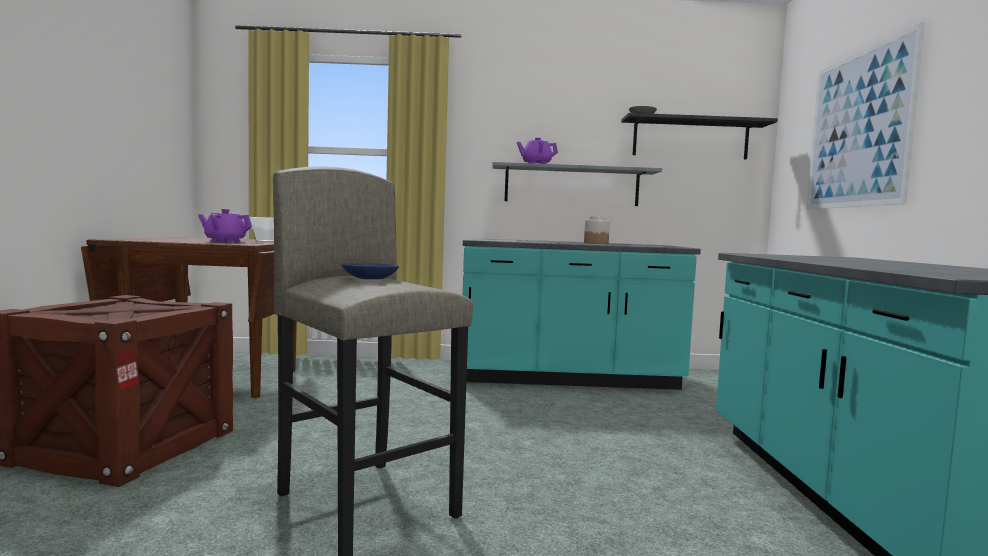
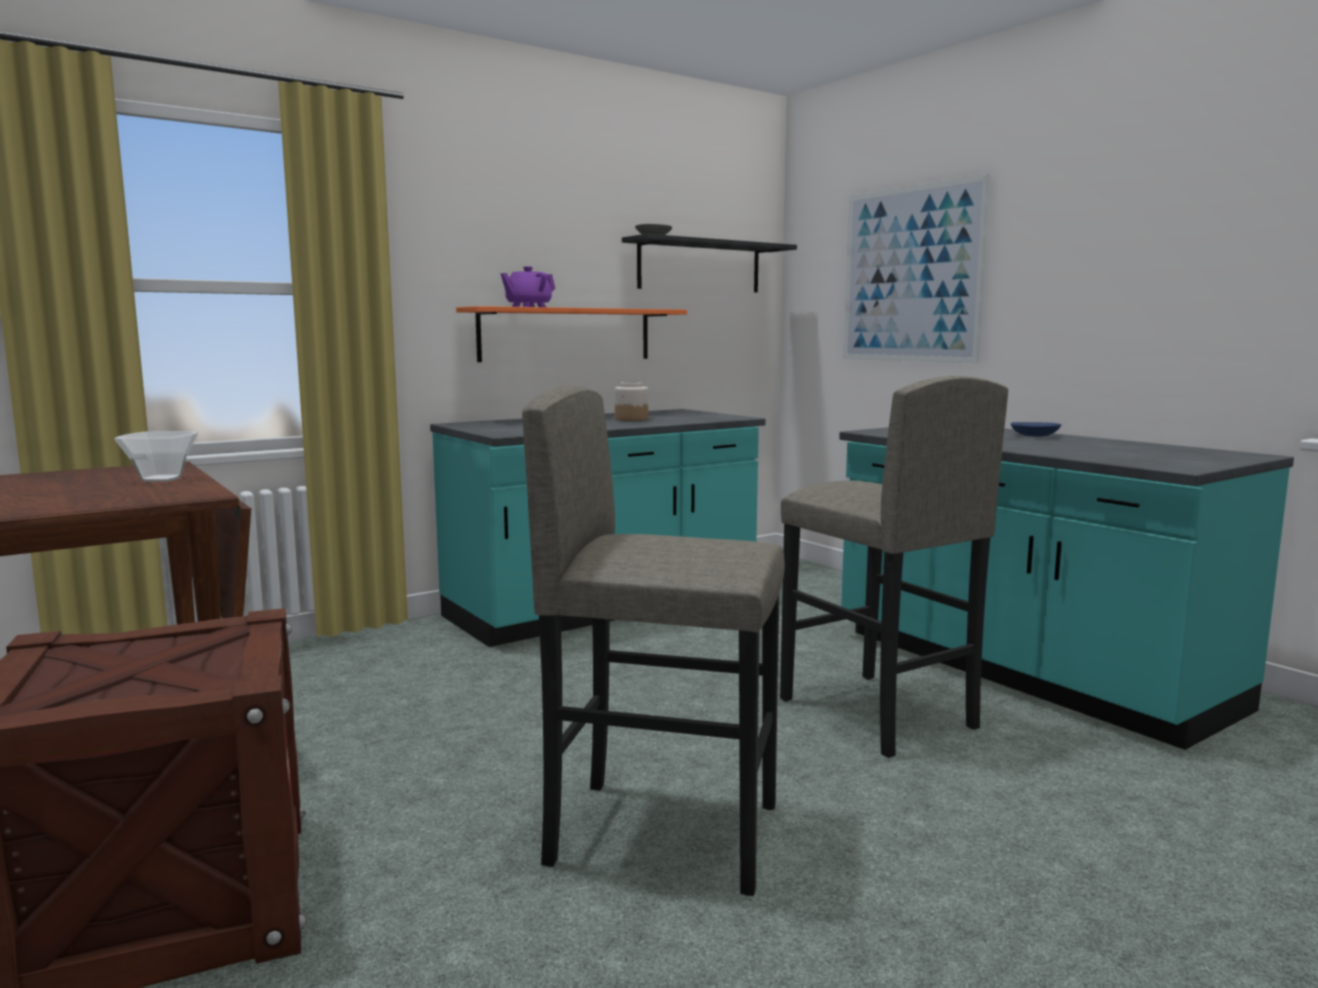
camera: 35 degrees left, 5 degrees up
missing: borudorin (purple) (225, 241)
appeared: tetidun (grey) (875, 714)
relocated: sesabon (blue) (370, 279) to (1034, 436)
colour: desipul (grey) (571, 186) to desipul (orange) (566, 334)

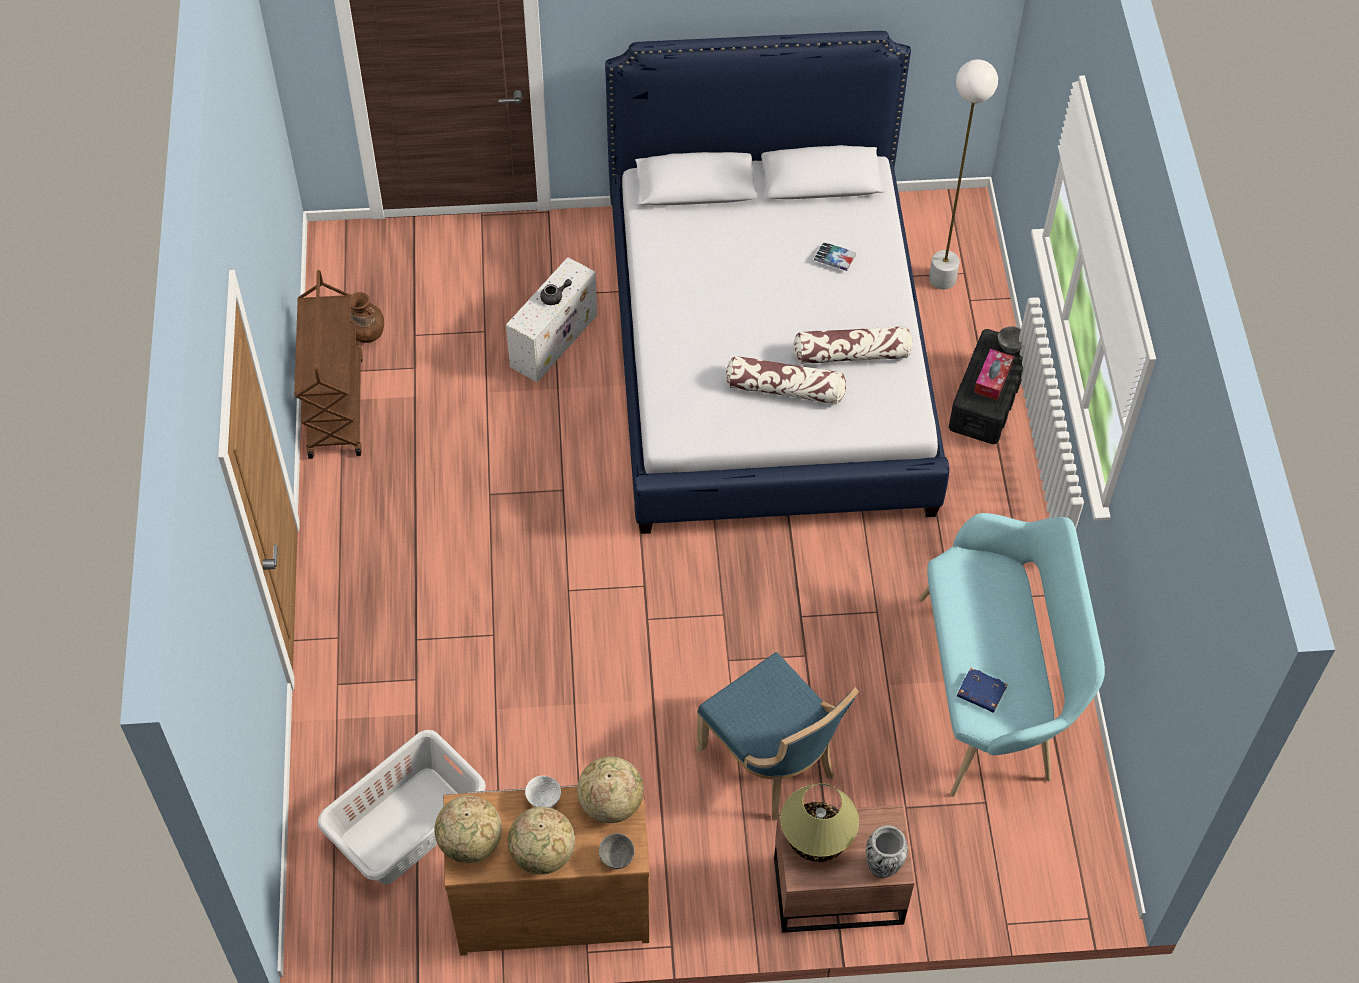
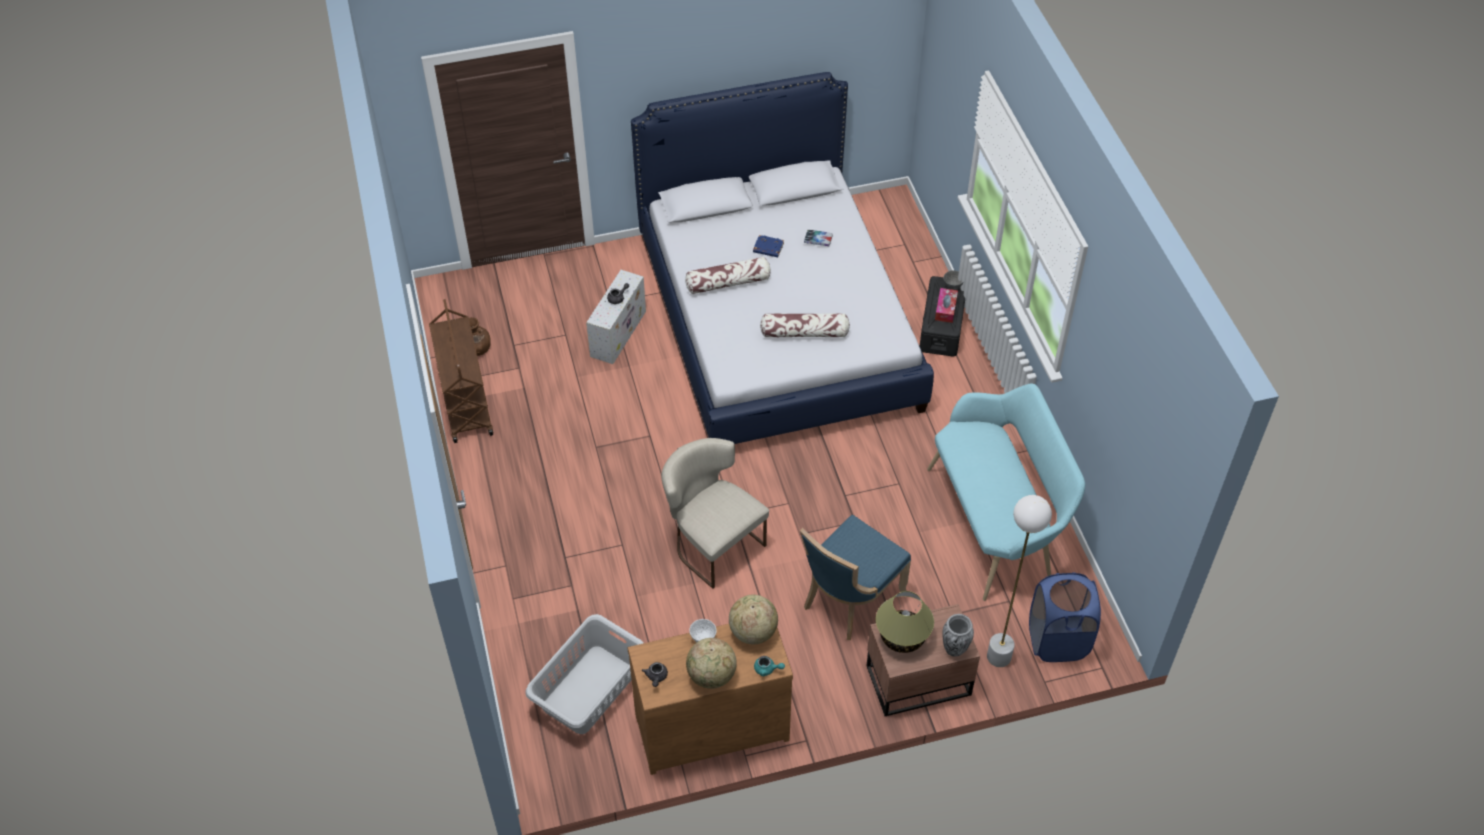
camera: 10 degrees left, 5 degrees down
appeared: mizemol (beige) (712, 543); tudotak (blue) (1057, 640)
relocated: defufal (852, 354) to (728, 283); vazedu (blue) (980, 692) to (768, 248); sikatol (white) (942, 279) to (999, 656)
exchanged: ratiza (470, 843) to borudorin (grey) (656, 677); sesabon (grey) (617, 859) to borudorin (turquoise) (767, 669)
spun: mizemol (blue) (772, 763) = (849, 600) 90 degrees clockwise

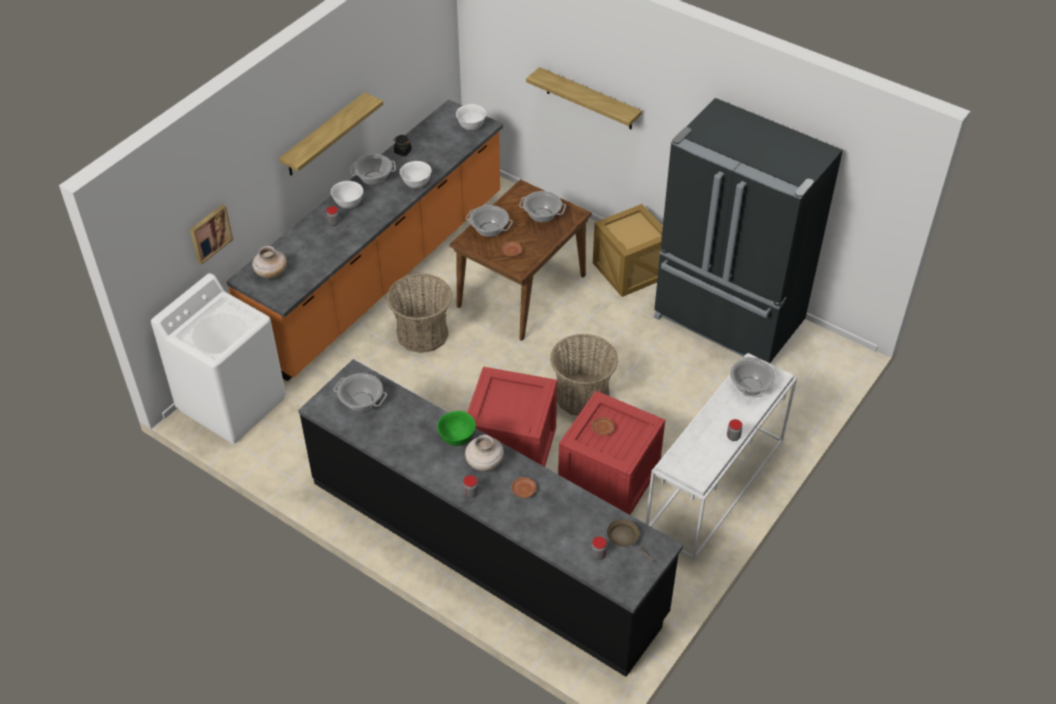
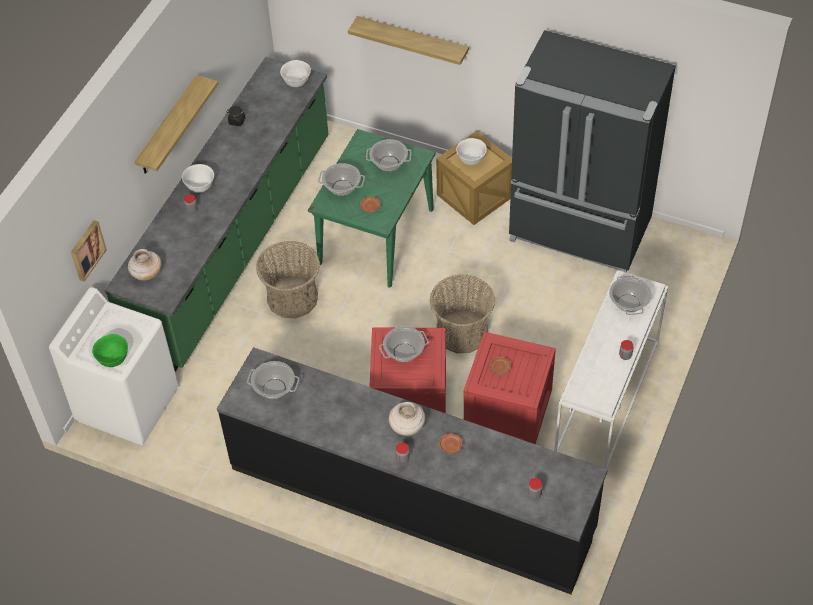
camera: 10 degrees left, 5 degrees up
missing: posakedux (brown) (625, 538)
relocated: sesabon (green) (457, 438) to (113, 359); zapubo (373, 178) to (404, 352); sesabon (white) (416, 184) to (471, 160)
colour: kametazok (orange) (381, 273) to kametazok (green) (234, 243); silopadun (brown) (521, 291) to silopadun (green) (376, 236)

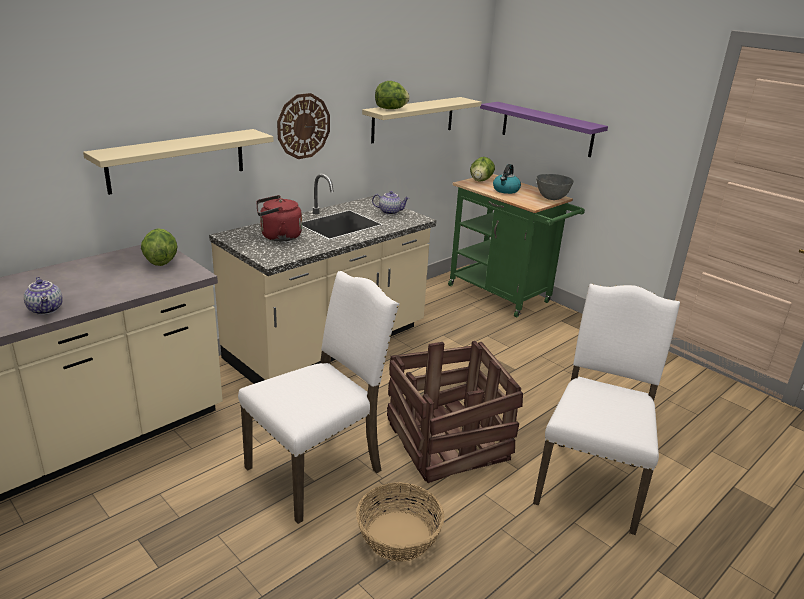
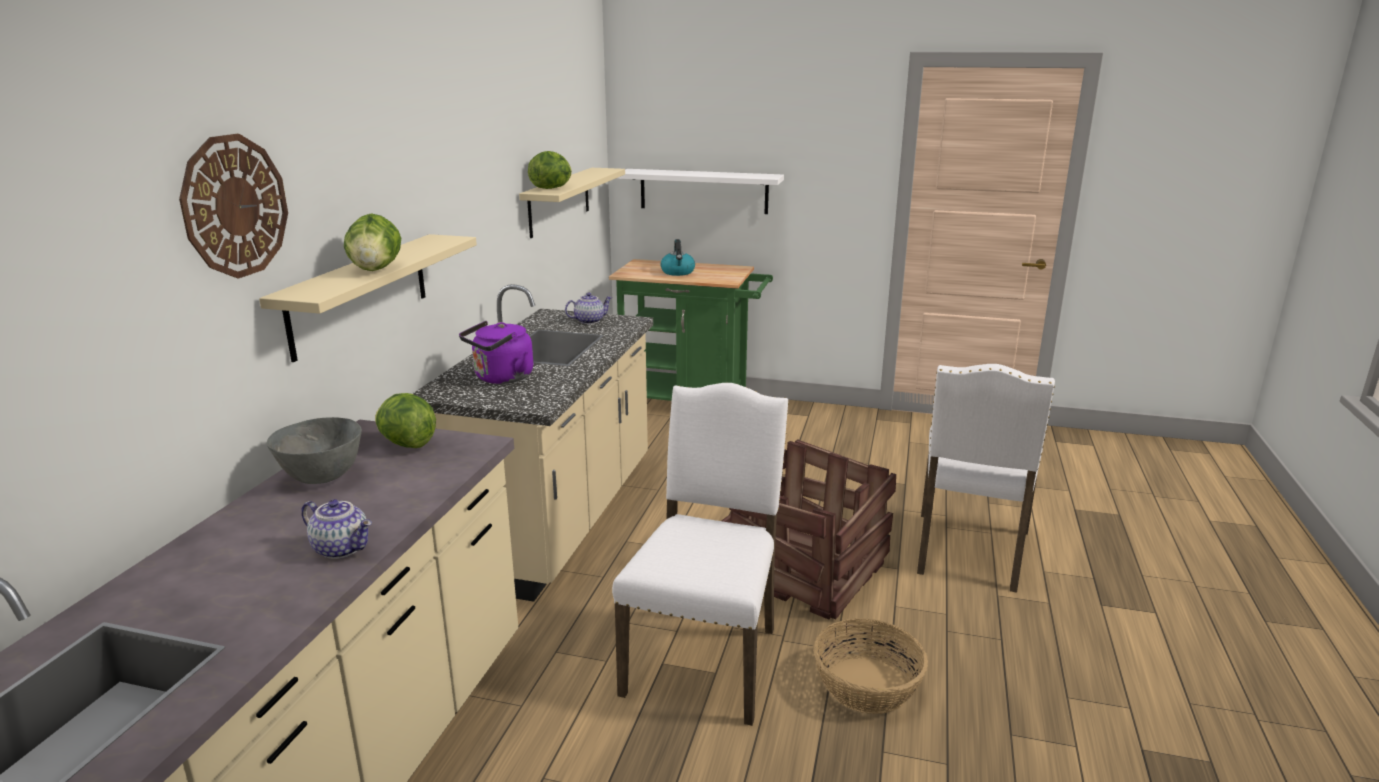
camera: 30 degrees left, 5 degrees down
relocated: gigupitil (303, 126) to (235, 206); sesabon (grey) (552, 198) to (322, 477); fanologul (480, 181) to (376, 269)
colour: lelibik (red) (278, 237) to lelibik (purple) (501, 378); desipul (purple) (547, 129) to desipul (white) (703, 191)
spun: mizemol (white) (590, 481) = (969, 553) 150 degrees counterclockwise

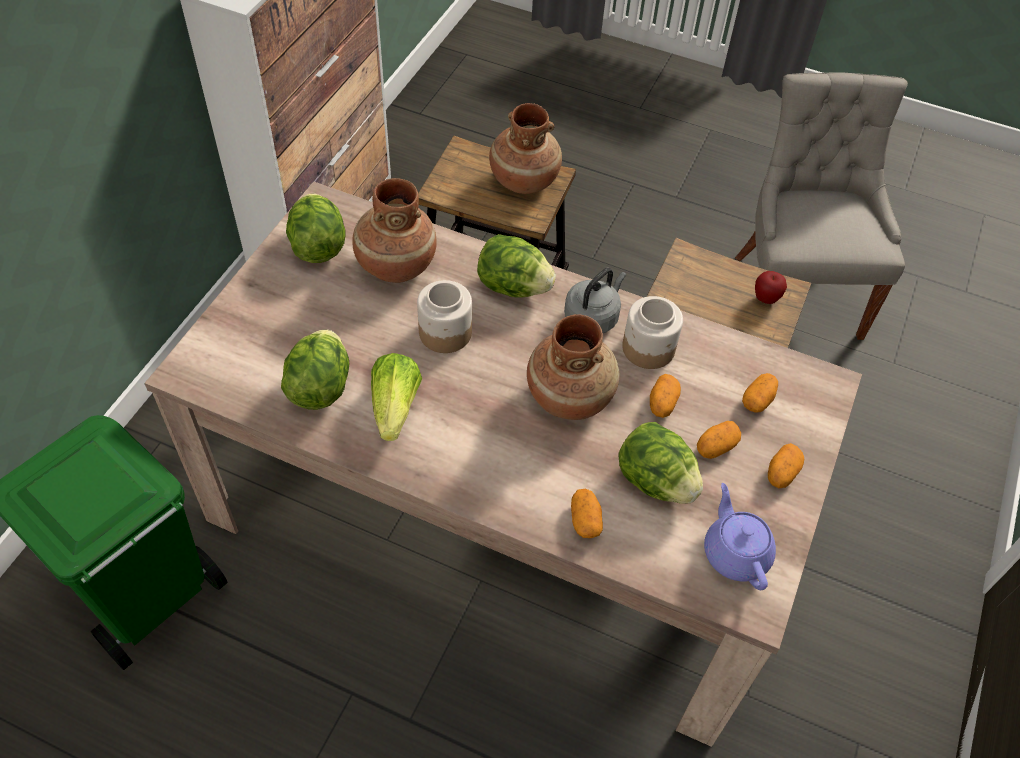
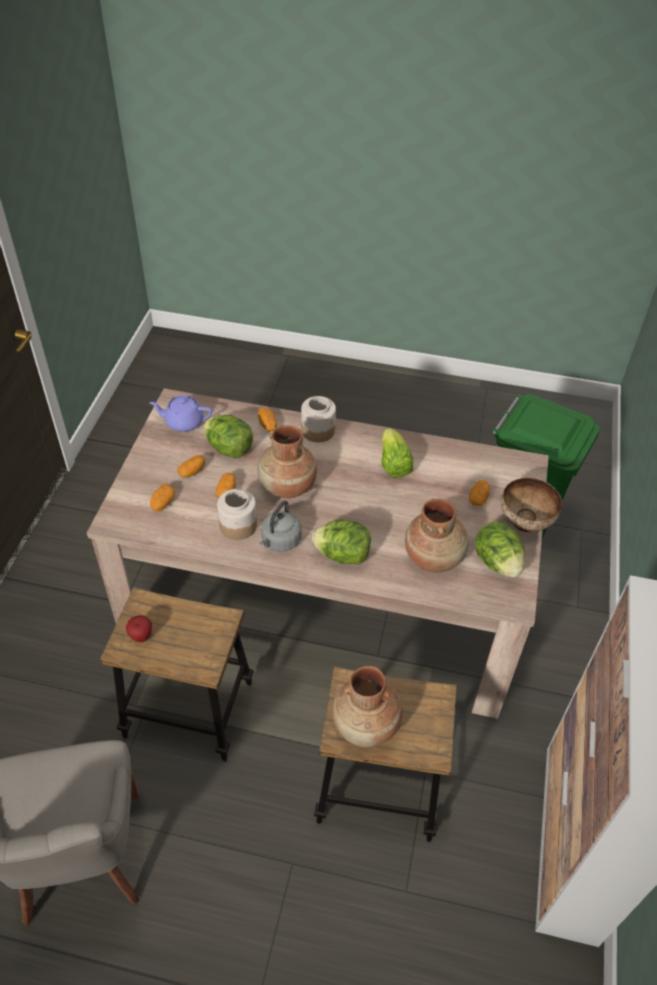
camera: 170 degrees right, 5 degrees down
missing: fanologul (320, 387)
appeared: sesabon (525, 523)
relocated: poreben (444, 332) to (318, 430); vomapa (781, 473) to (478, 498)
spun: borudorin (purple) (735, 552) = (183, 422) 120 degrees clockwise

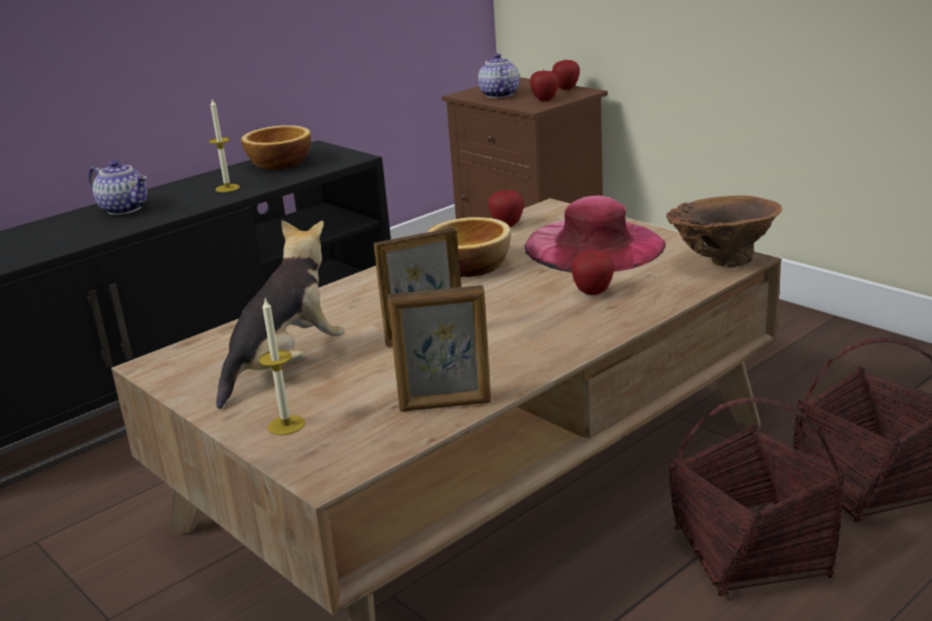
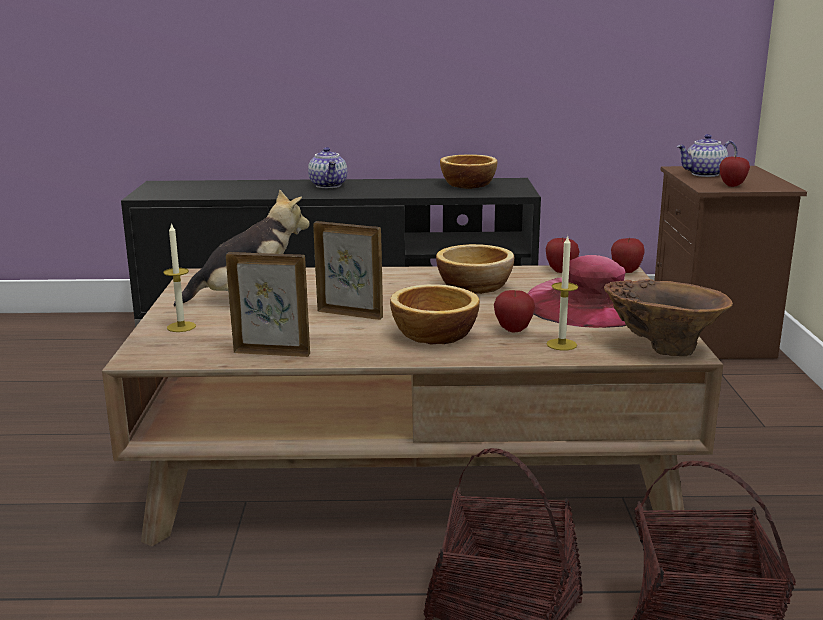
camera: 40 degrees right, 5 degrees down
appeared: sesabon (432, 334)
relocated: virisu (227, 188) to (561, 344); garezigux (566, 89) to (626, 271)
spun: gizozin (445, 405) = (272, 353) 150 degrees clockwise; borudorin (498, 95) = (704, 174) 135 degrees counterclockwise

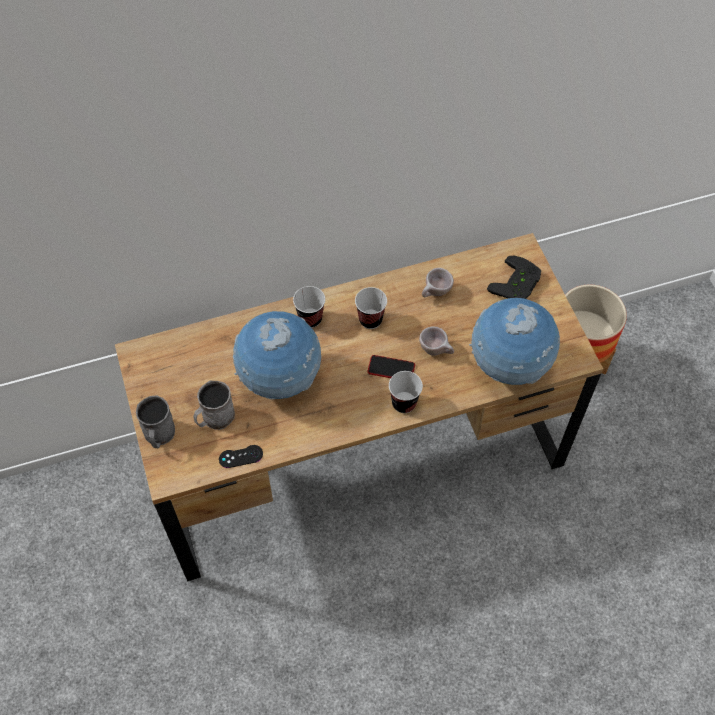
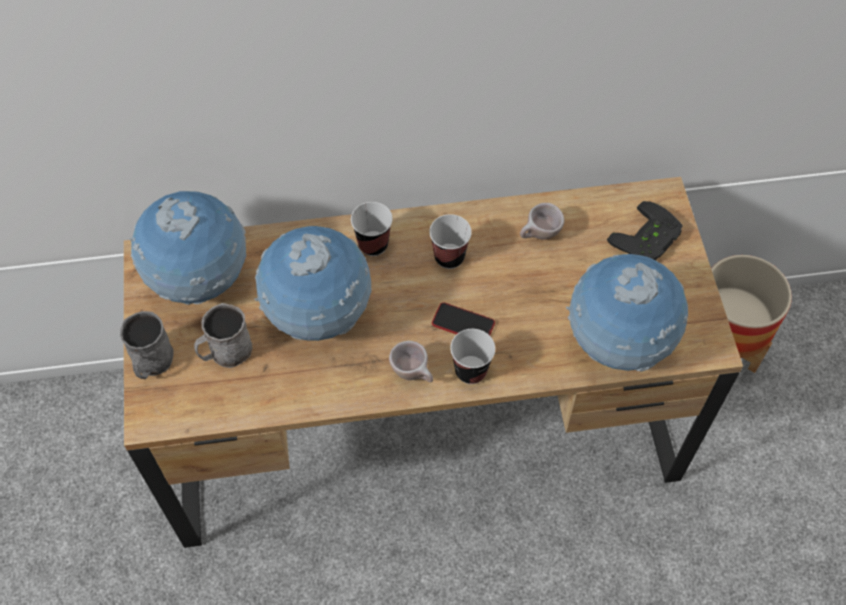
camera: 10 degrees right, 0 degrees up
missing: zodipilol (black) (241, 456)
appeared: ratiza (200, 280)
relocated: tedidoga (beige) (436, 351) to (414, 374)

